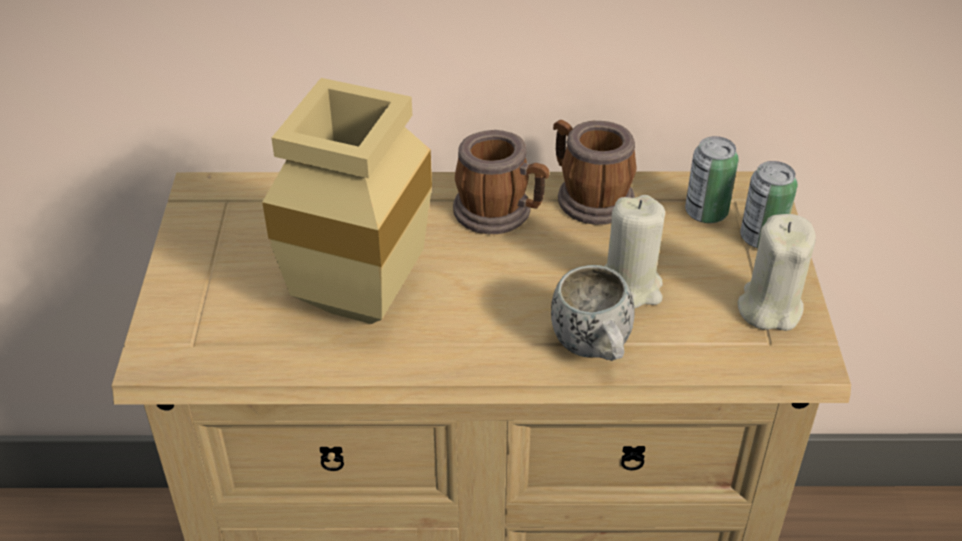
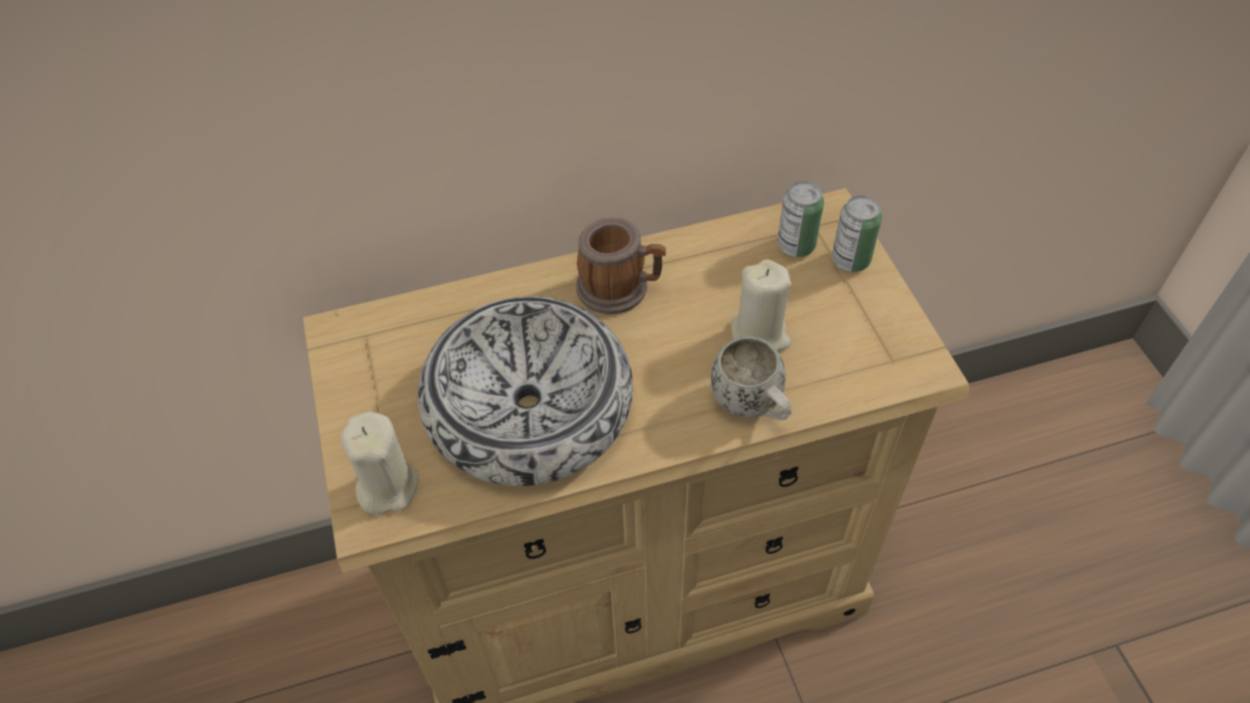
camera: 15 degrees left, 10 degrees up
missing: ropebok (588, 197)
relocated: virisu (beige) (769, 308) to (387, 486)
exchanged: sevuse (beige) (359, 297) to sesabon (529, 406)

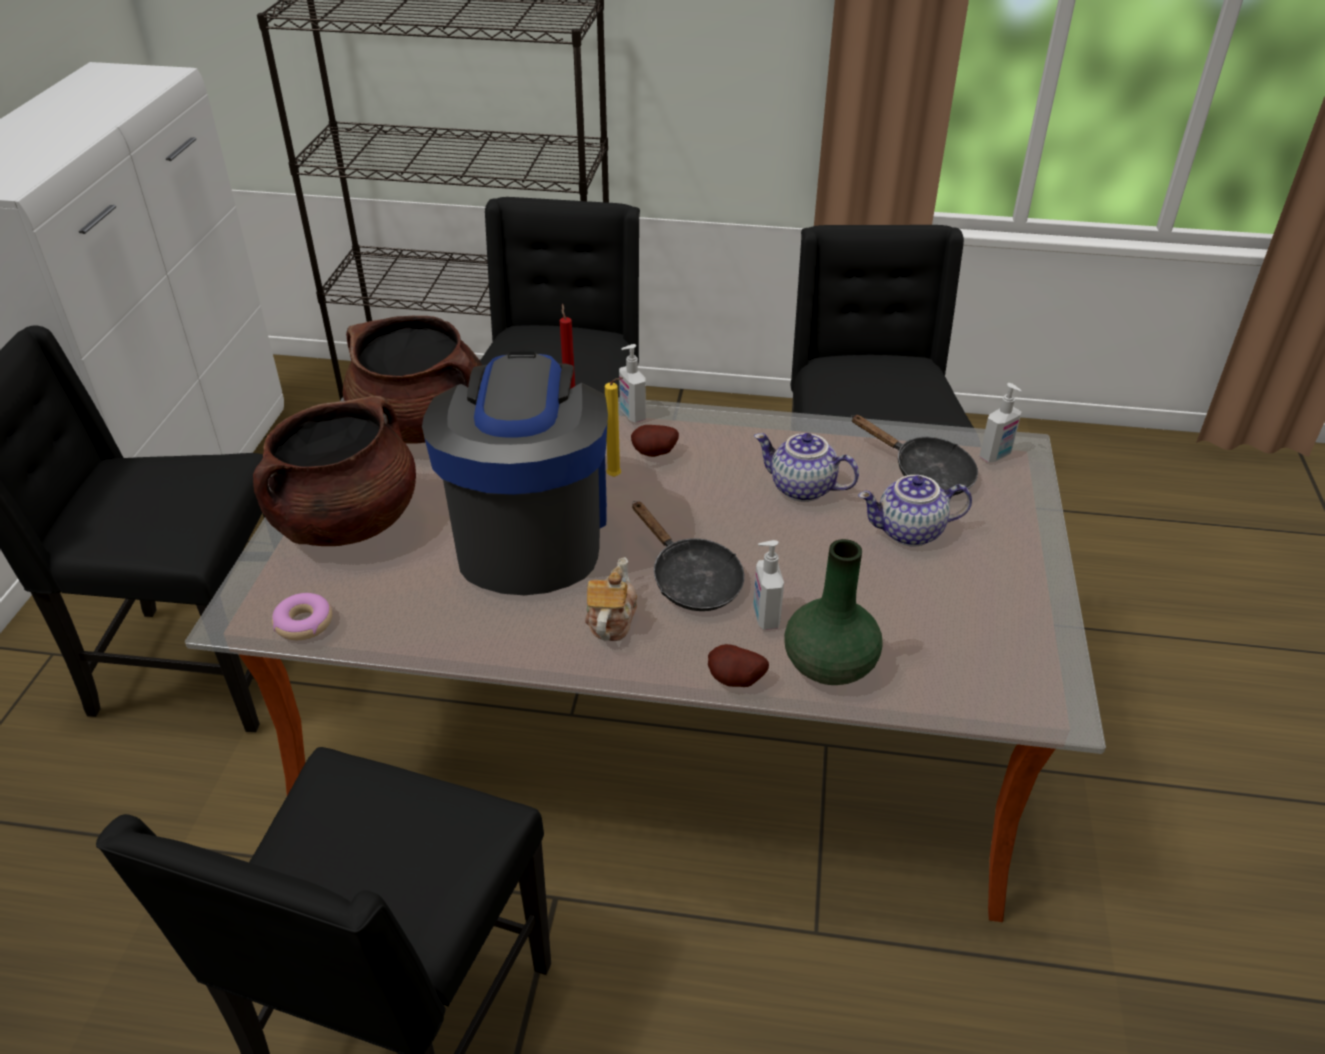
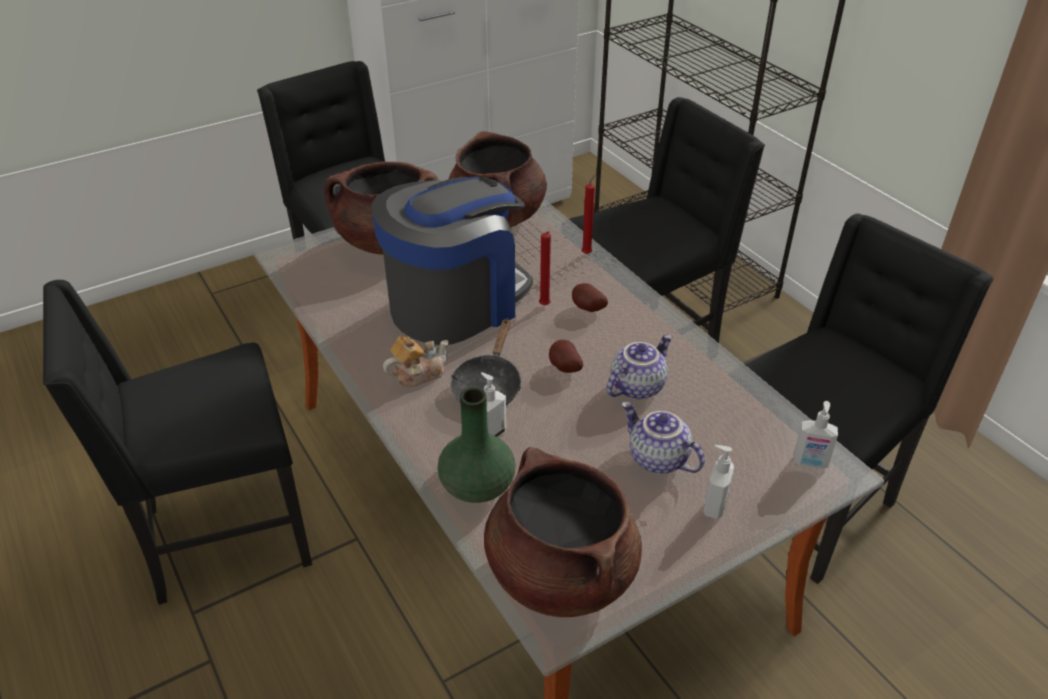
camera: 50 degrees right, 0 degrees up
missing: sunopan (304, 623); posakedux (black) (925, 473)
appeared: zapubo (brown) (560, 573)
relocated: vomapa (735, 682) to (563, 368); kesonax (632, 415) to (714, 506)
colour: virisu (yellow) (616, 477) to virisu (red) (545, 306)
spun: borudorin (801, 489) = (636, 386) 60 degrees clockwise

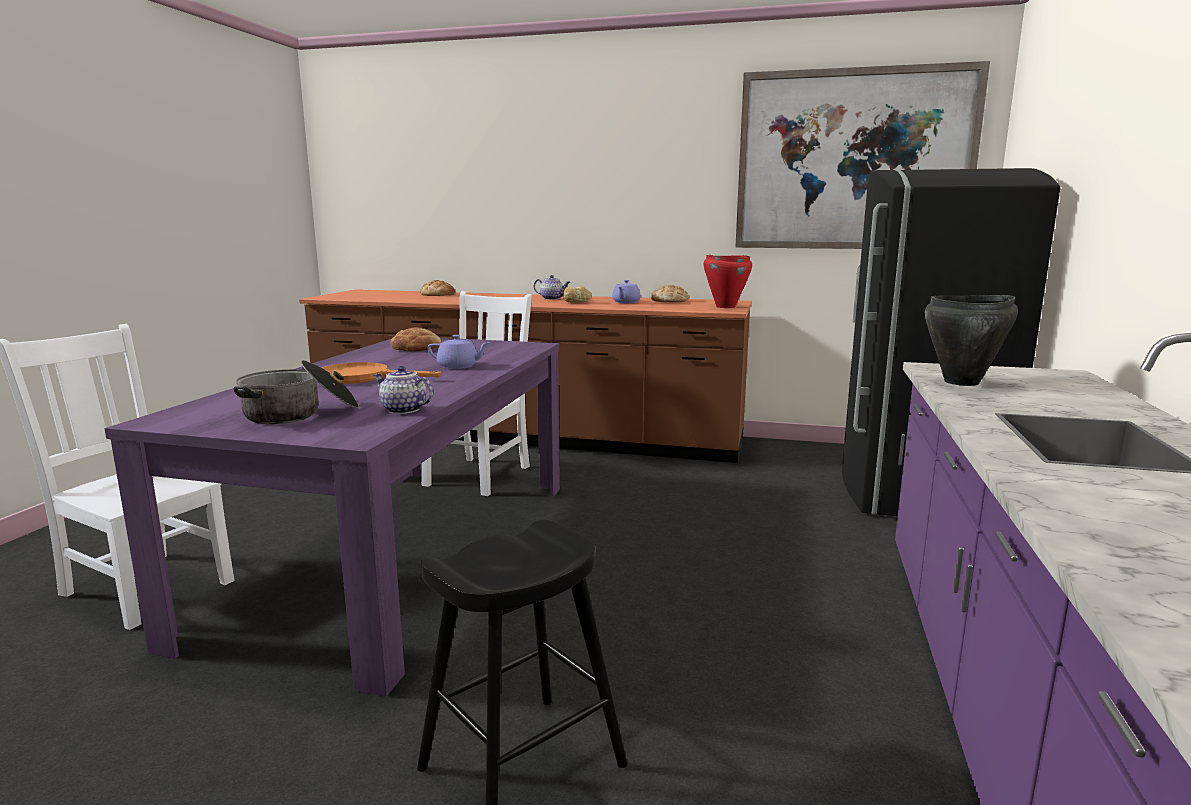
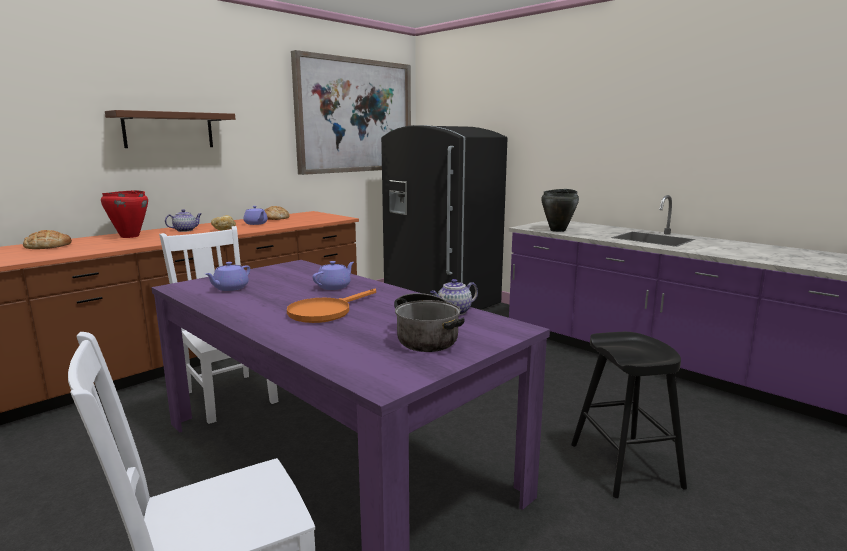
camera: 60 degrees left, 0 degrees up
appeared: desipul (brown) (168, 130)
relocated: zapubo (red) (725, 307) to (129, 236)
exchanged: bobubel (416, 348) to borudorin (purple) (230, 288)

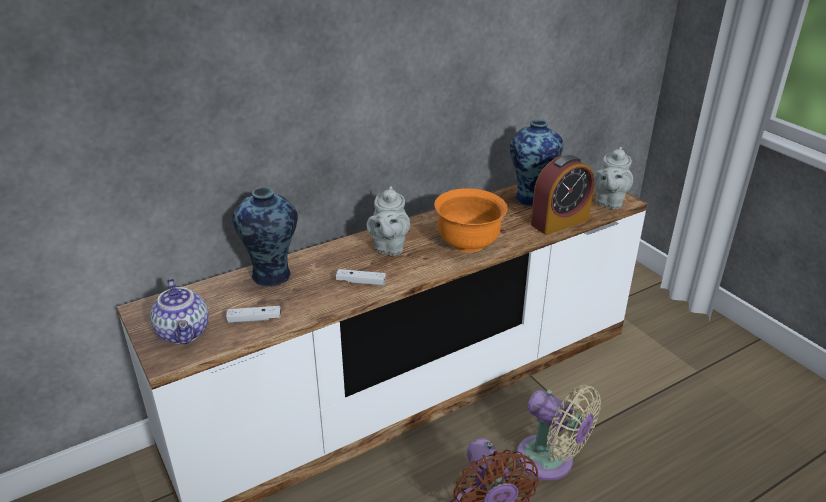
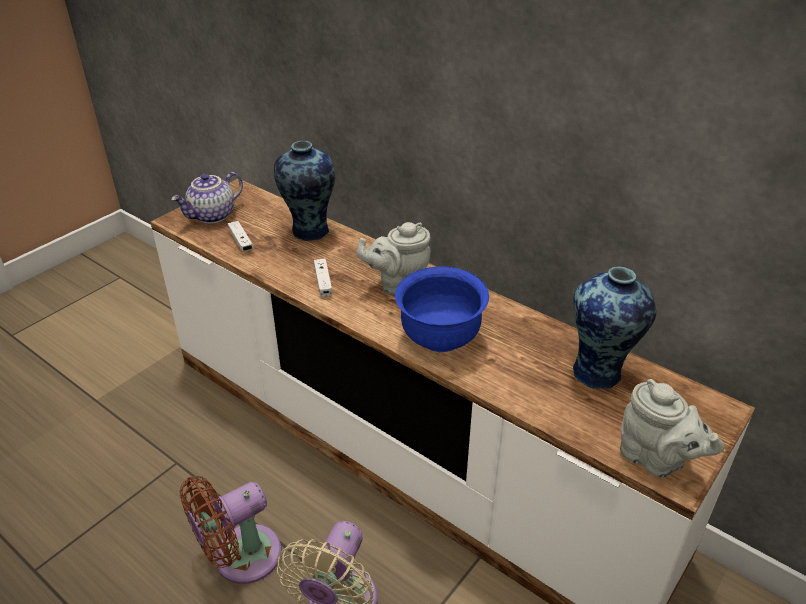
camera: 70 degrees right, 5 degrees up
missing: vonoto (559, 222)
colour: sesabon (orange) (468, 244) to sesabon (blue) (440, 338)
spun: borudorin (grey) (609, 202) = (656, 460) 135 degrees counterclockwise

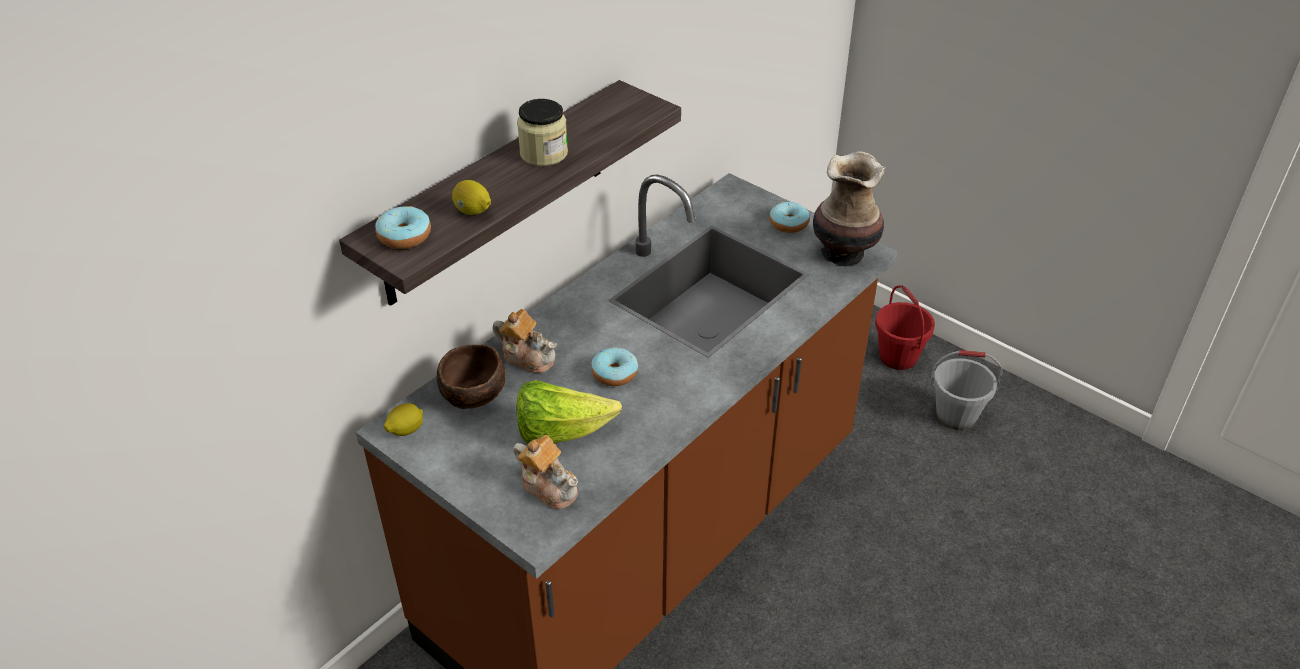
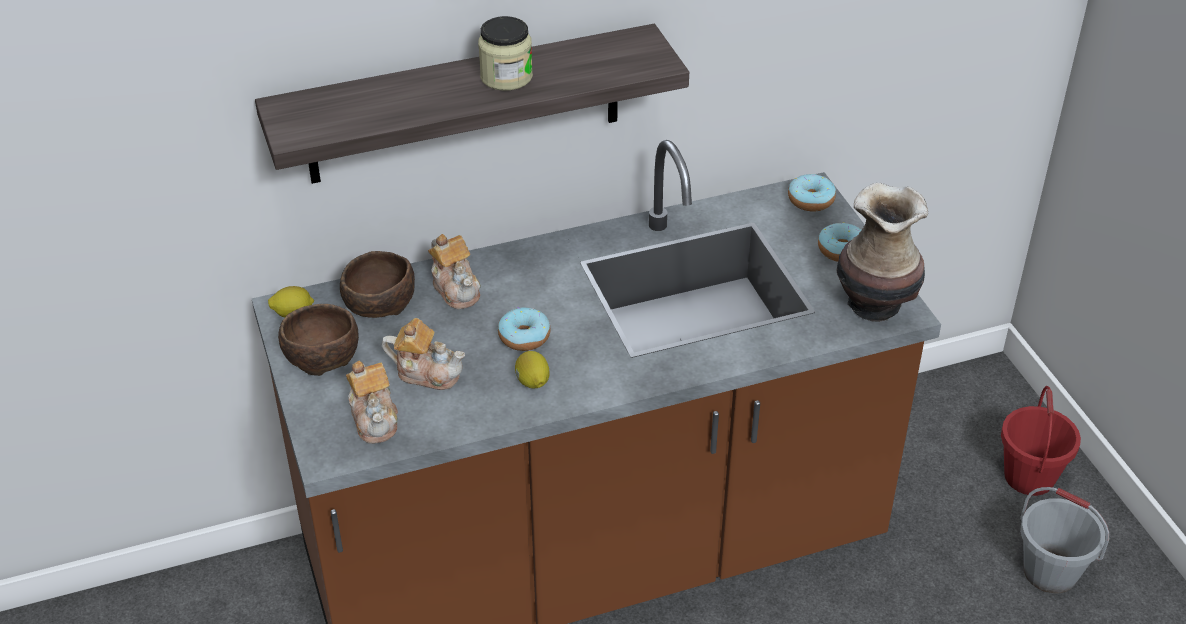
camera: 30 degrees right, 0 degrees up
appeared: sesabon (brown) (320, 355)
relocated: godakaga (473, 212) to (532, 383); sunopan (404, 236) to (810, 200)
exchanged: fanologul (561, 432) to borudorin (427, 373)

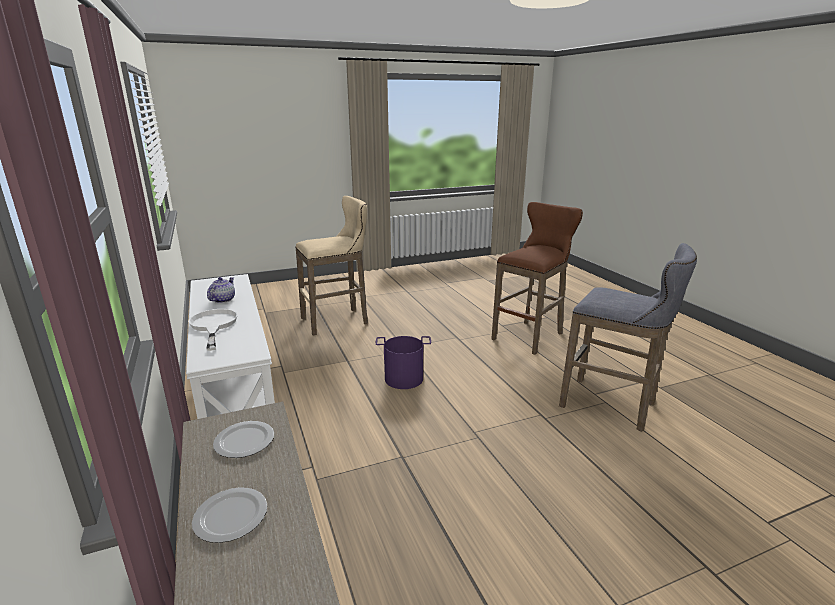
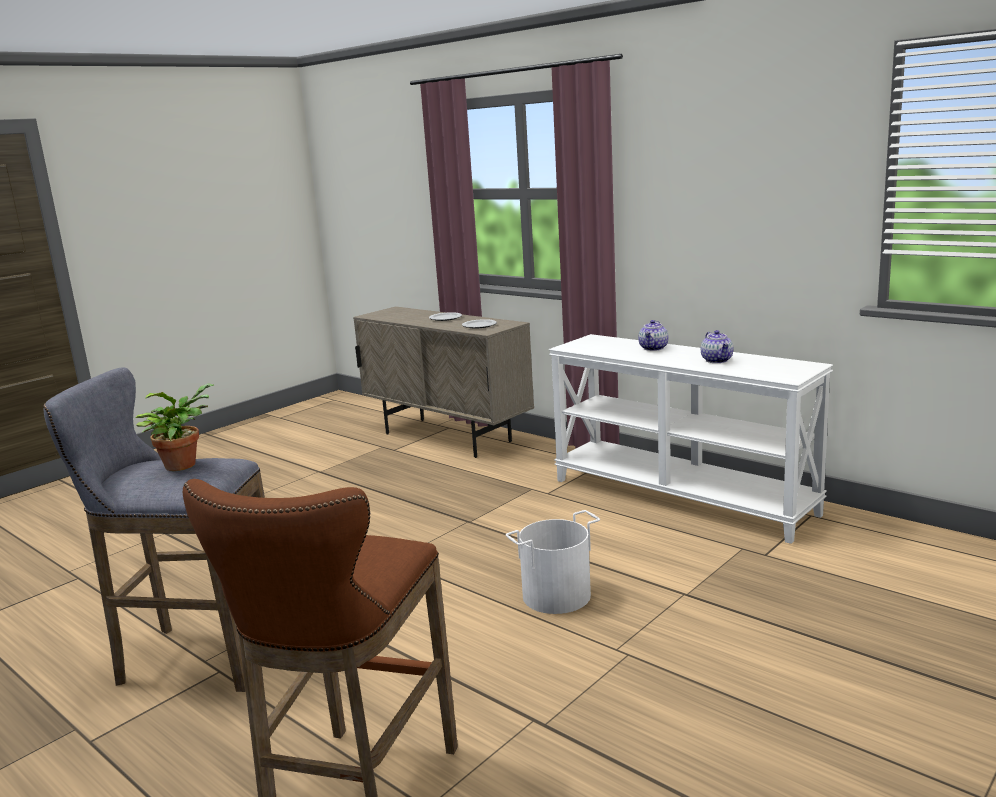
camera: 155 degrees right, 5 degrees down
missing: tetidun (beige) (338, 320)
appeared: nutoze (183, 464)
exchanged: posakedux (white) (213, 326) to borudorin (653, 348)
colour: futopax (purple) (404, 378) to futopax (white) (557, 596)

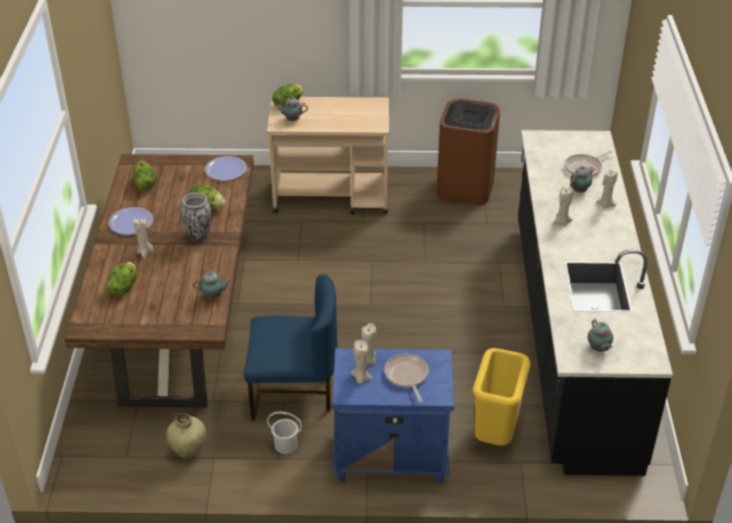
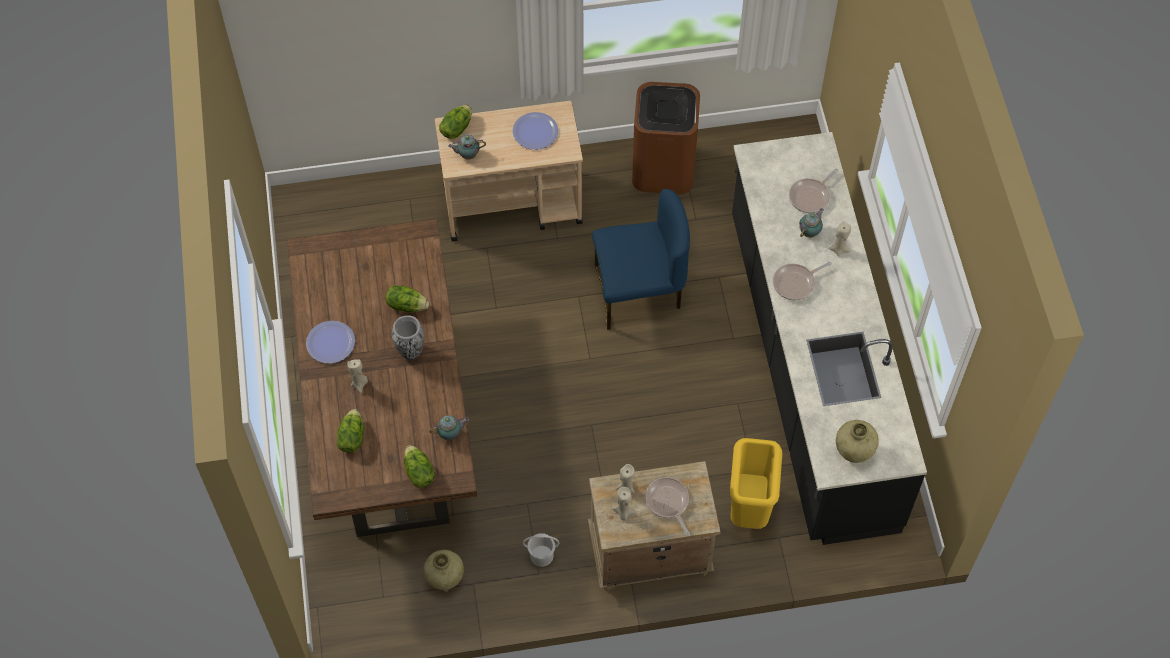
camera: 10 degrees left, 20 degrees up
relocated: fanologul (144, 184) to (418, 473); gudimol (225, 169) to (535, 132); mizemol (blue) (293, 392) to (638, 292)
exchanged: virisu (beige) (561, 222) to posakedux (796, 283); borudorin (598, 349) to sevuse (beige) (853, 452)
colour: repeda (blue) (389, 457) to repeda (beige) (648, 553)

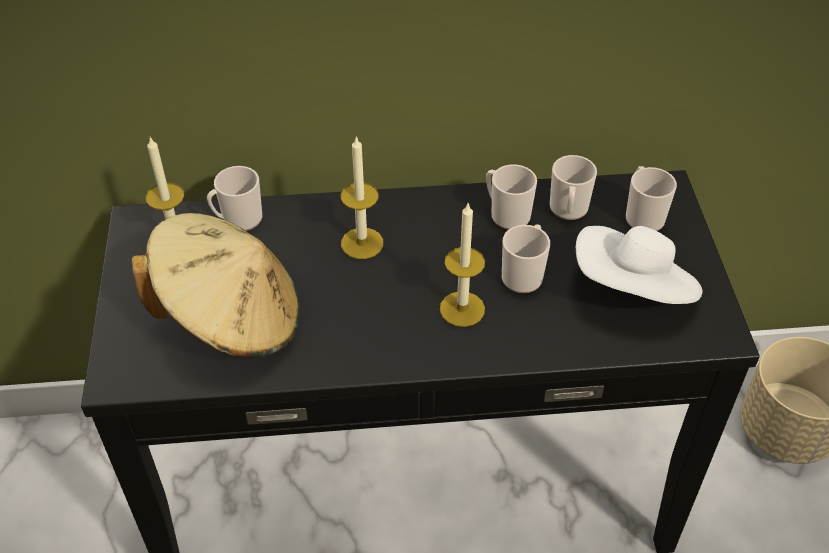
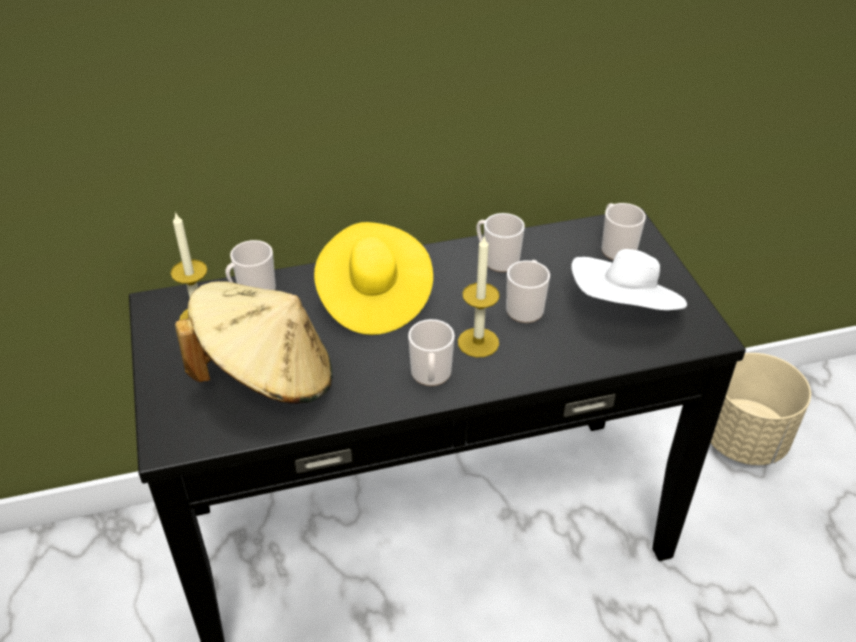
camera: 10 degrees left, 5 degrees down
relocated: ropebok (568, 210) to (431, 375)
exchanged: virisu (362, 243) to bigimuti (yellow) (373, 298)

